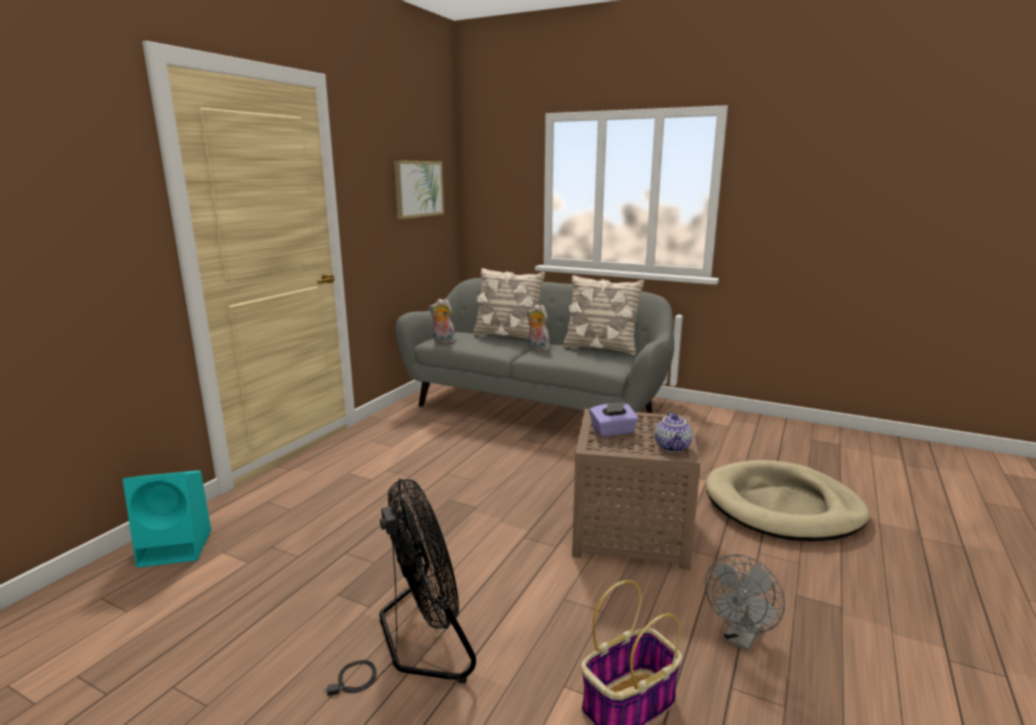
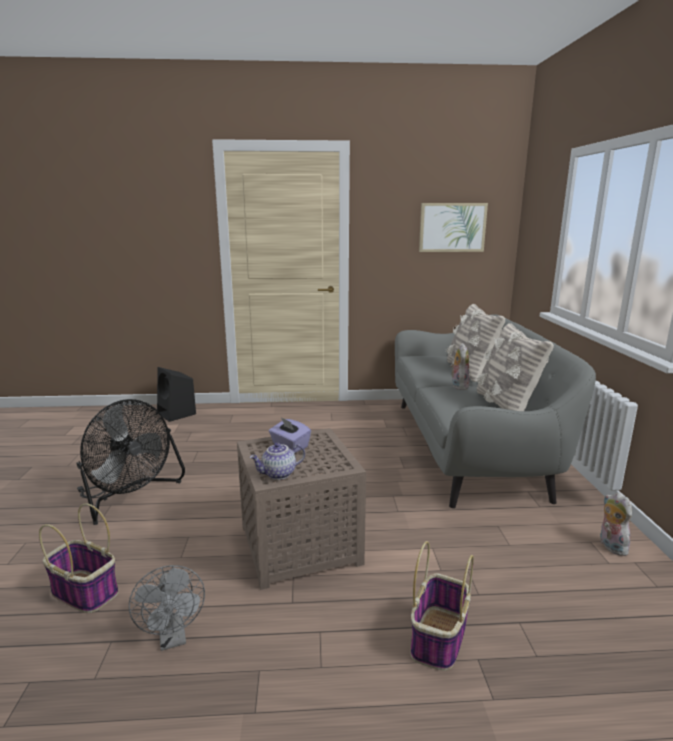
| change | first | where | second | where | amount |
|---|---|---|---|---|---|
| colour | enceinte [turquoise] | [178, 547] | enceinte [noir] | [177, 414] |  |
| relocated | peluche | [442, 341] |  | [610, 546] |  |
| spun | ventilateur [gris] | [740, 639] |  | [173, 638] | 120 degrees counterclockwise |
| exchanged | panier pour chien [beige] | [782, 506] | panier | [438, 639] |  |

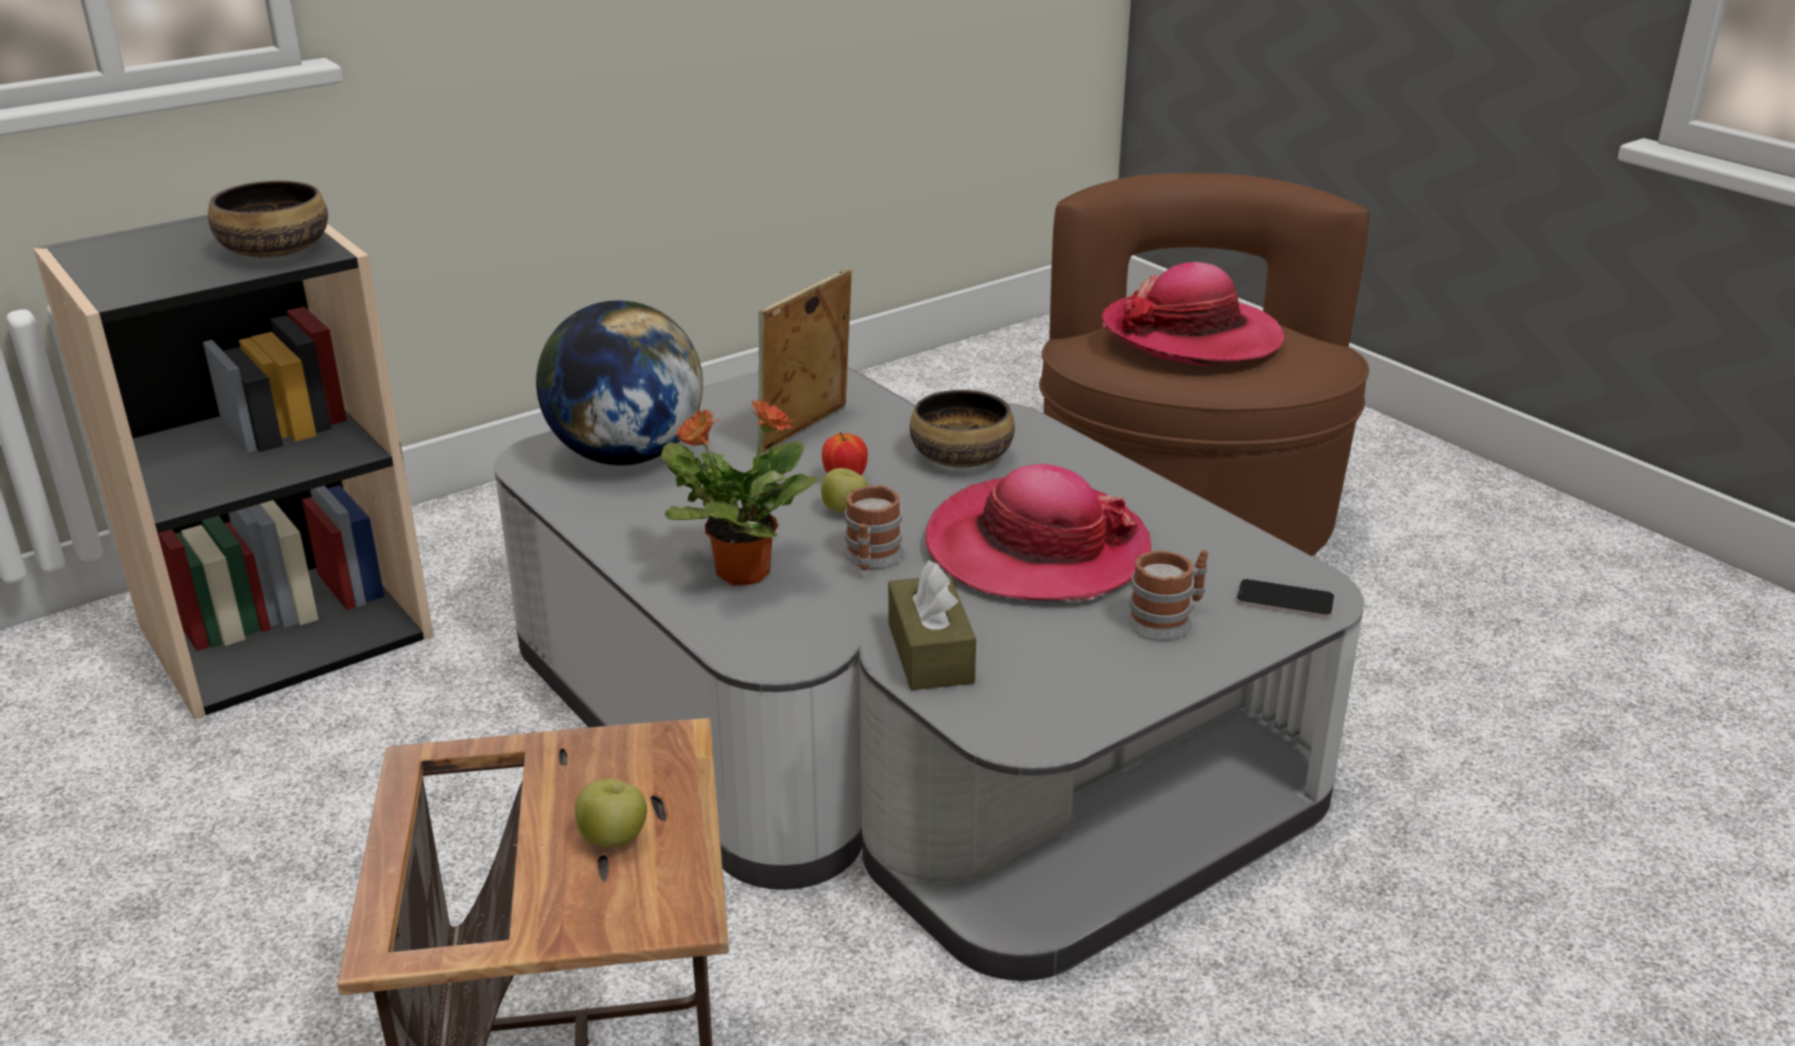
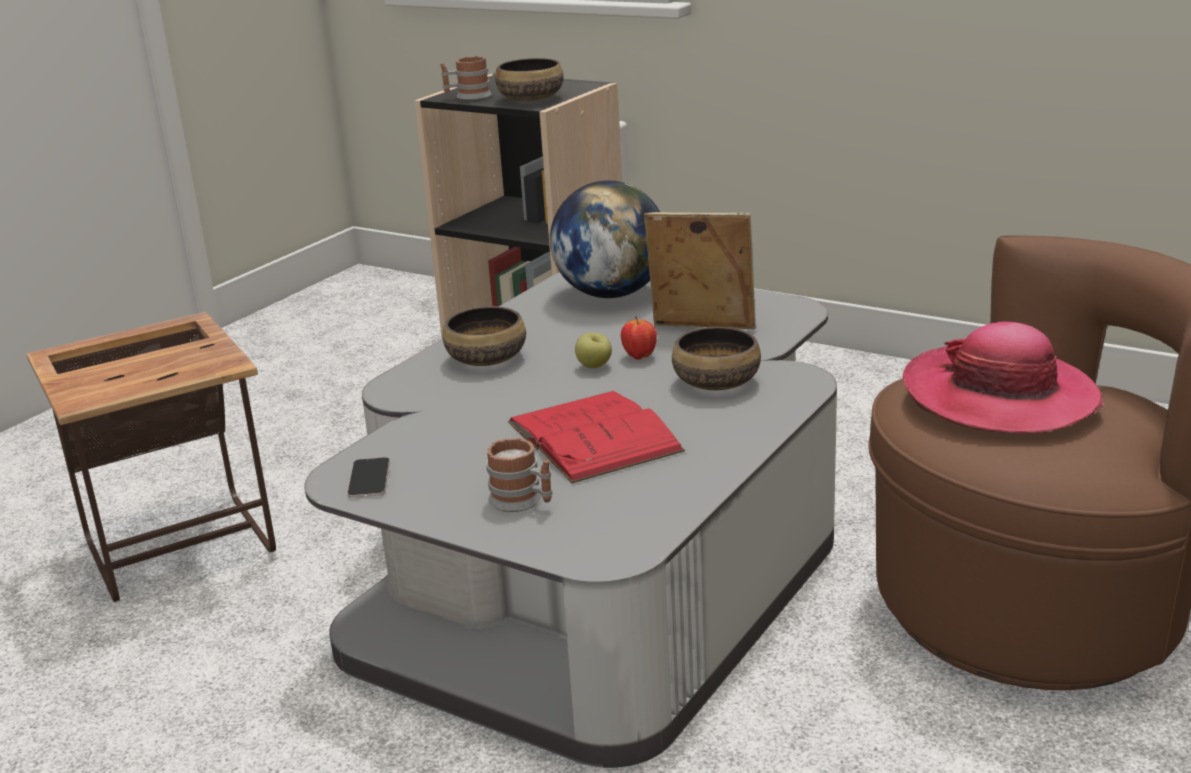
| change | first | where | second | where | amount |
|---|---|---|---|---|---|
| missing | pomme | [614, 839] |  |  |  |
| exchanged | plante en pot | [740, 572] | bol | [487, 359] |  |
| relocated | mug | [871, 560] |  | [467, 97] |  |
| missing | boîte à mouchoirs [marron] | [930, 653] |  |  |  |
| exchanged | chapeau | [1037, 549] | livre [rouge] | [593, 436] |  |
| relocated | téléphone | [1285, 600] |  | [369, 479] |  |

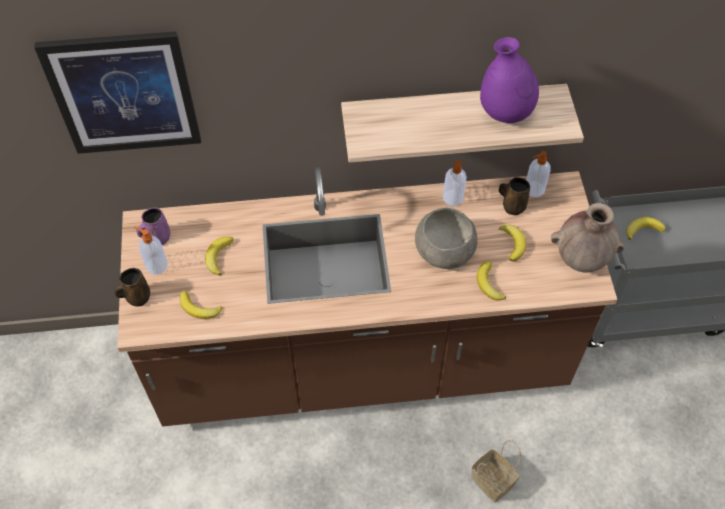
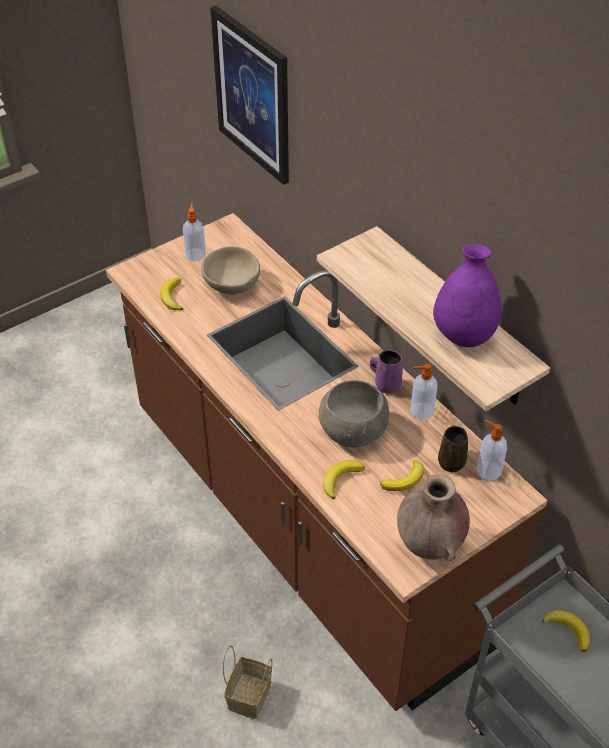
| change | first | where | second | where | amount |
|---|---|---|---|---|---|
| missing | mug [marron] | [137, 297] |  |  |  |
| relocated | mug [violet] | [157, 237] |  | [386, 384] |  |
| exchanged | banane | [218, 256] | bol [beige] | [231, 285] |  |

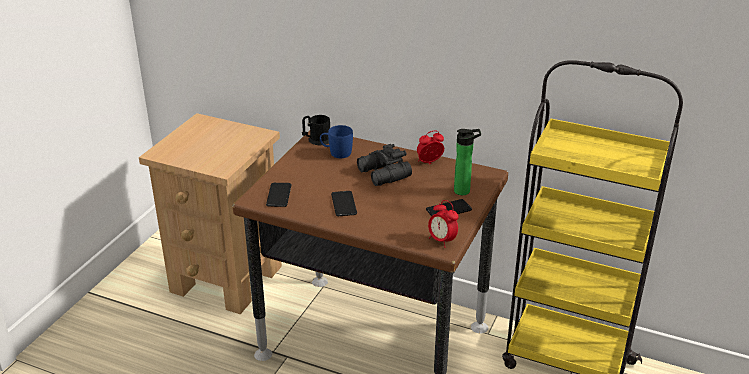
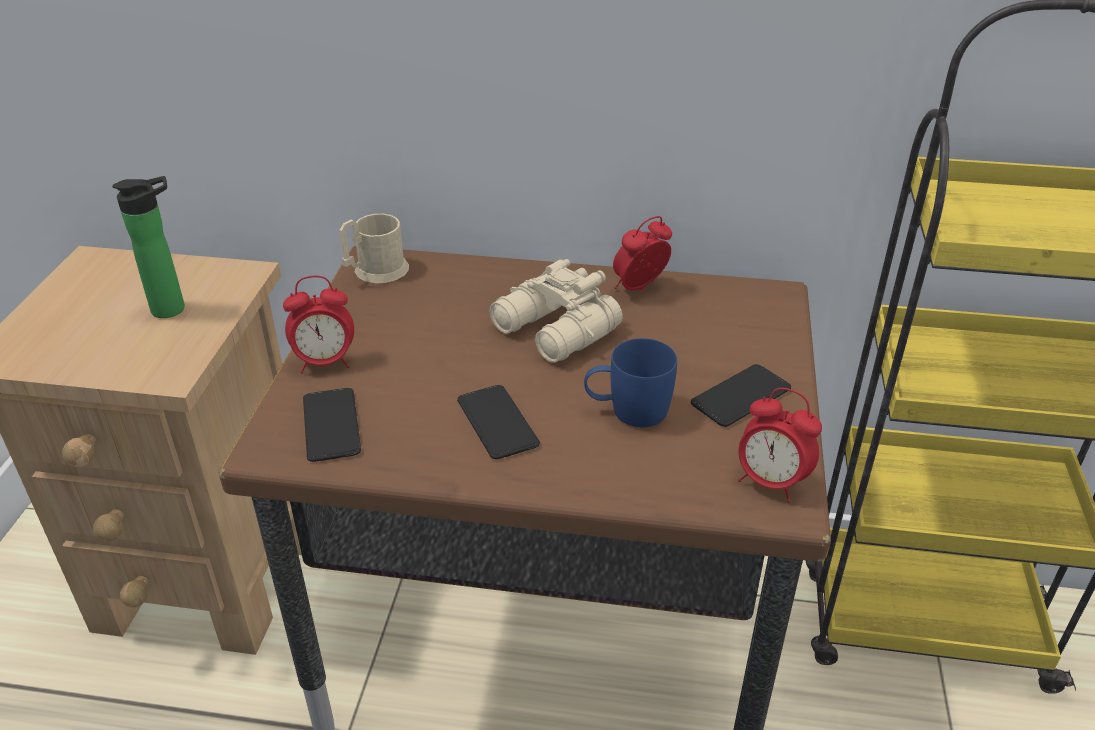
| change | first | where | second | where | amount |
|---|---|---|---|---|---|
| colour | mug [noir] | [317, 140] | mug [beige] | [375, 271] |  |
| relocated | mug [bleu] | [336, 152] |  | [627, 411] |  |
| colour | jumelles [noir] | [383, 174] | jumelles [beige] | [555, 332] |  |
| relocated | bouteille | [464, 191] |  | [174, 308] |  |
| appeared |  |  | réveil | [325, 362] |  |

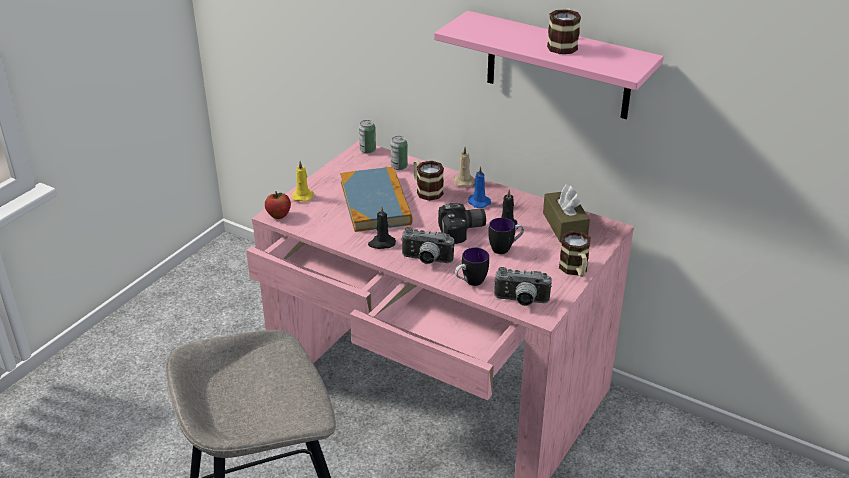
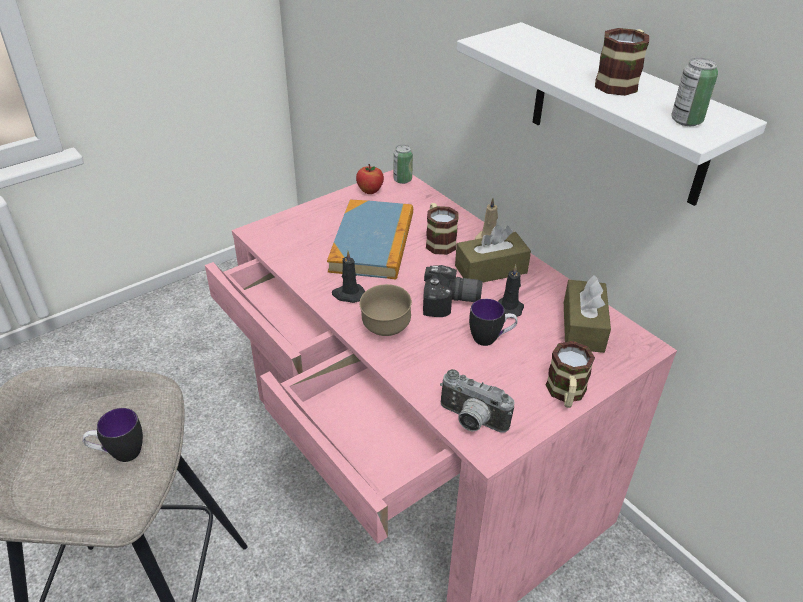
| change | first | where | second | where | amount |
|---|---|---|---|---|---|
| relocated | pomme | [278, 216] |  | [370, 191] |  |
| missing | bougie [jaune] | [303, 196] |  |  |  |
| relocated | boîte métallique | [399, 167] |  | [686, 121] |  |
| exchanged | appareil photo | [426, 261] | bol [marron] | [385, 330] |  |
| colour | étagère [rose] | [558, 66] | étagère [blanc] | [618, 114] |  |
| relocated | mug | [470, 282] |  | [119, 454] |  |
| exchanged | bougie [bleu] | [478, 202] | boîte à mouchoirs [marron] | [491, 269] |  |

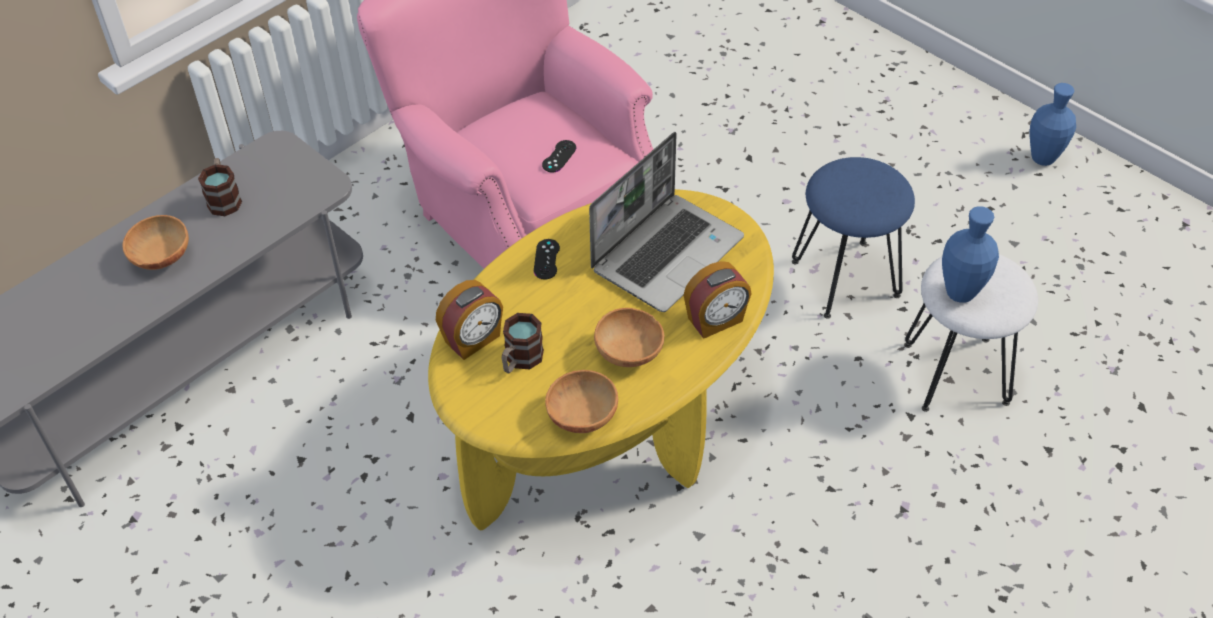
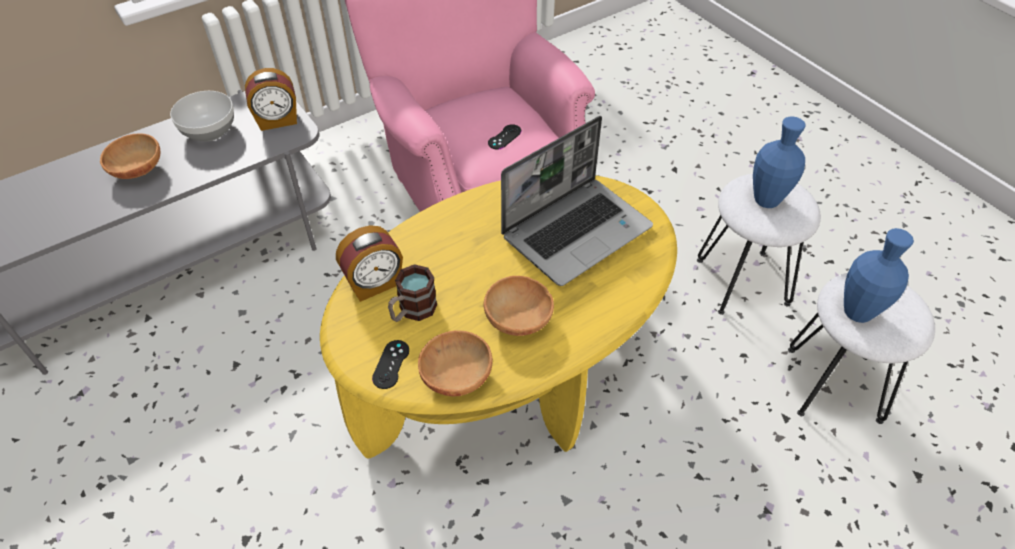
| change | first | where | second | where | amount |
|---|---|---|---|---|---|
| exchanged | mug | [224, 198] | bol | [209, 130] |  |
| relocated | manette [noir] | [546, 259] |  | [391, 364] |  |
| relocated | réveil | [716, 321] |  | [277, 121] |  |
| colour | tabouret [bleu] | [845, 277] | tabouret [blanc] | [742, 280] |  |
| relocated | vase [bleu] | [1043, 158] |  | [766, 200] |  |

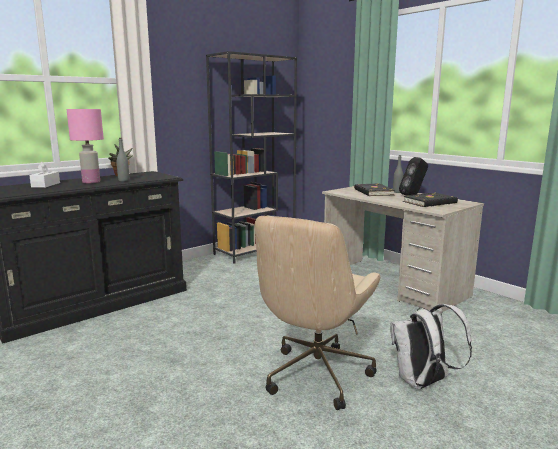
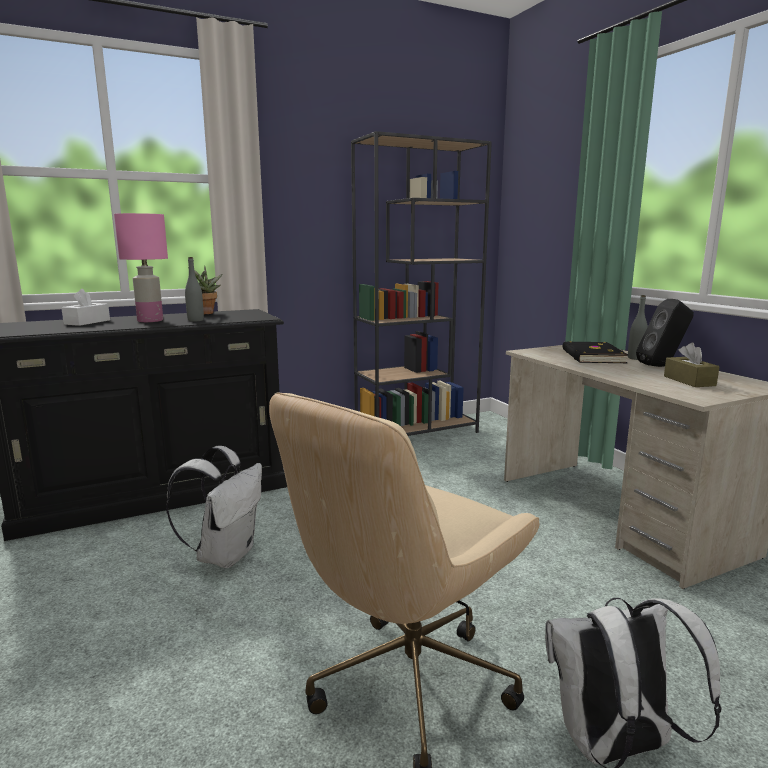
| change | first | where | second | where | amount |
|---|---|---|---|---|---|
| exchanged | livre [noir] | [430, 202] | boîte à mouchoirs [marron] | [689, 381] |  |
| appeared |  |  | sac à dos [blanc] | [225, 554] |  |

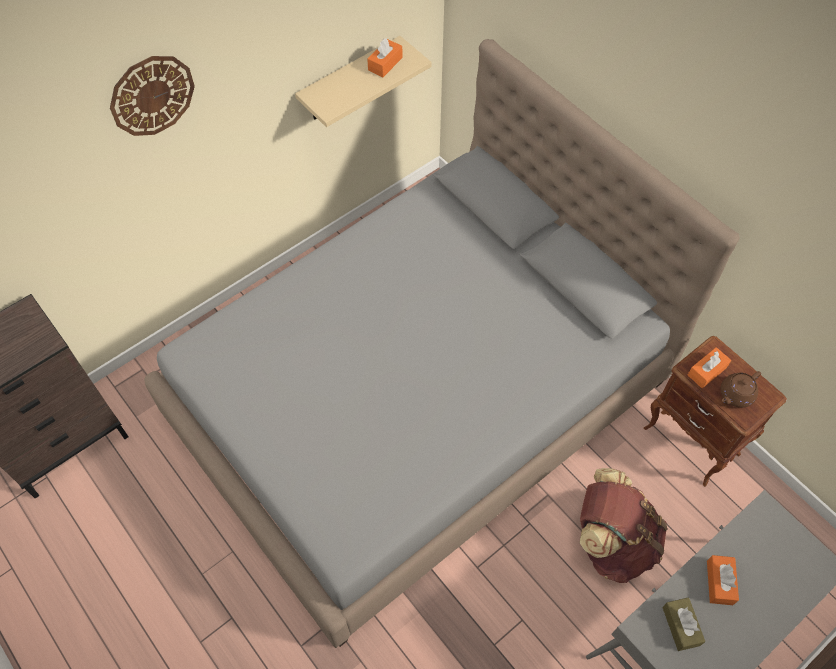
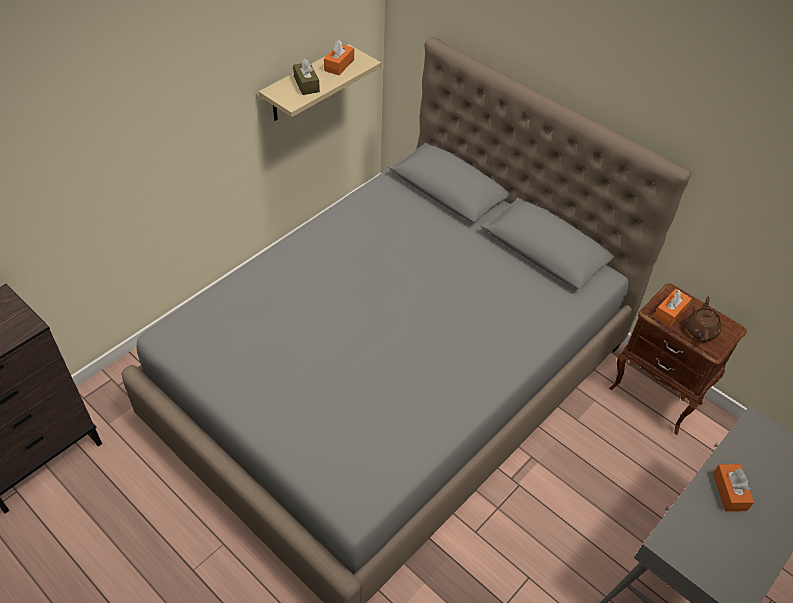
| change | first | where | second | where | amount |
|---|---|---|---|---|---|
| missing | horloge murale | [152, 95] |  |  |  |
| missing | sac à dos [marron] | [611, 540] |  |  |  |
| relocated | boîte à mouchoirs [marron] | [680, 626] |  | [306, 84] |  |
| spun | théière [marron] | [735, 395] |  | [700, 330] | 150 degrees clockwise |

